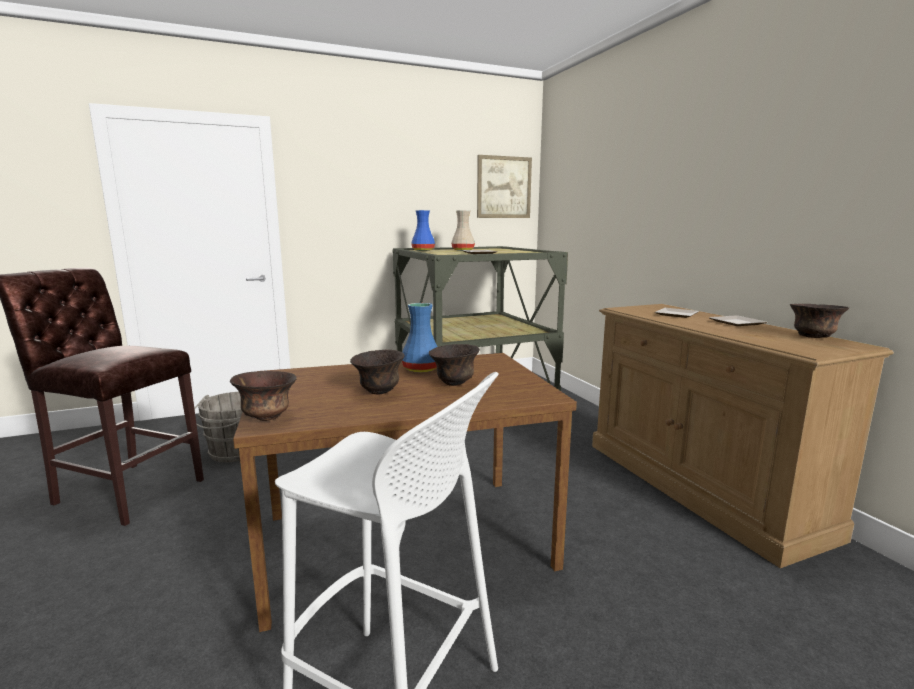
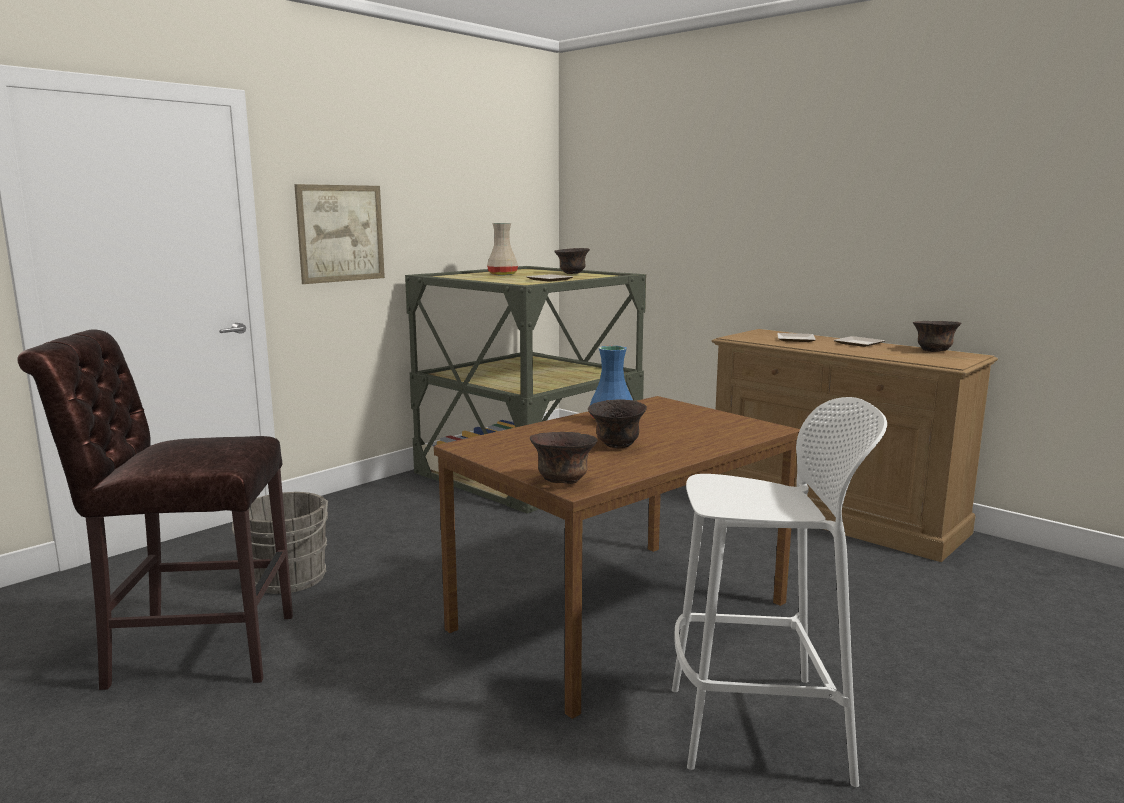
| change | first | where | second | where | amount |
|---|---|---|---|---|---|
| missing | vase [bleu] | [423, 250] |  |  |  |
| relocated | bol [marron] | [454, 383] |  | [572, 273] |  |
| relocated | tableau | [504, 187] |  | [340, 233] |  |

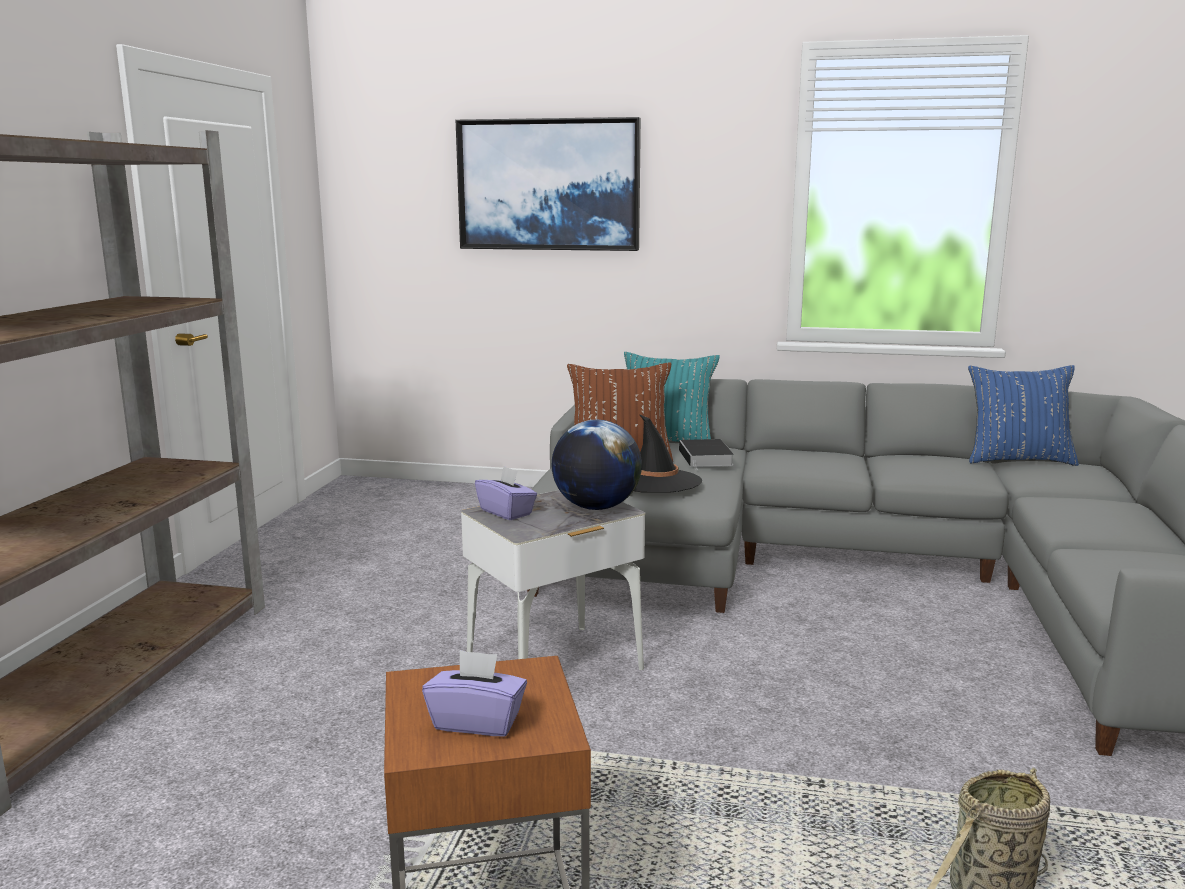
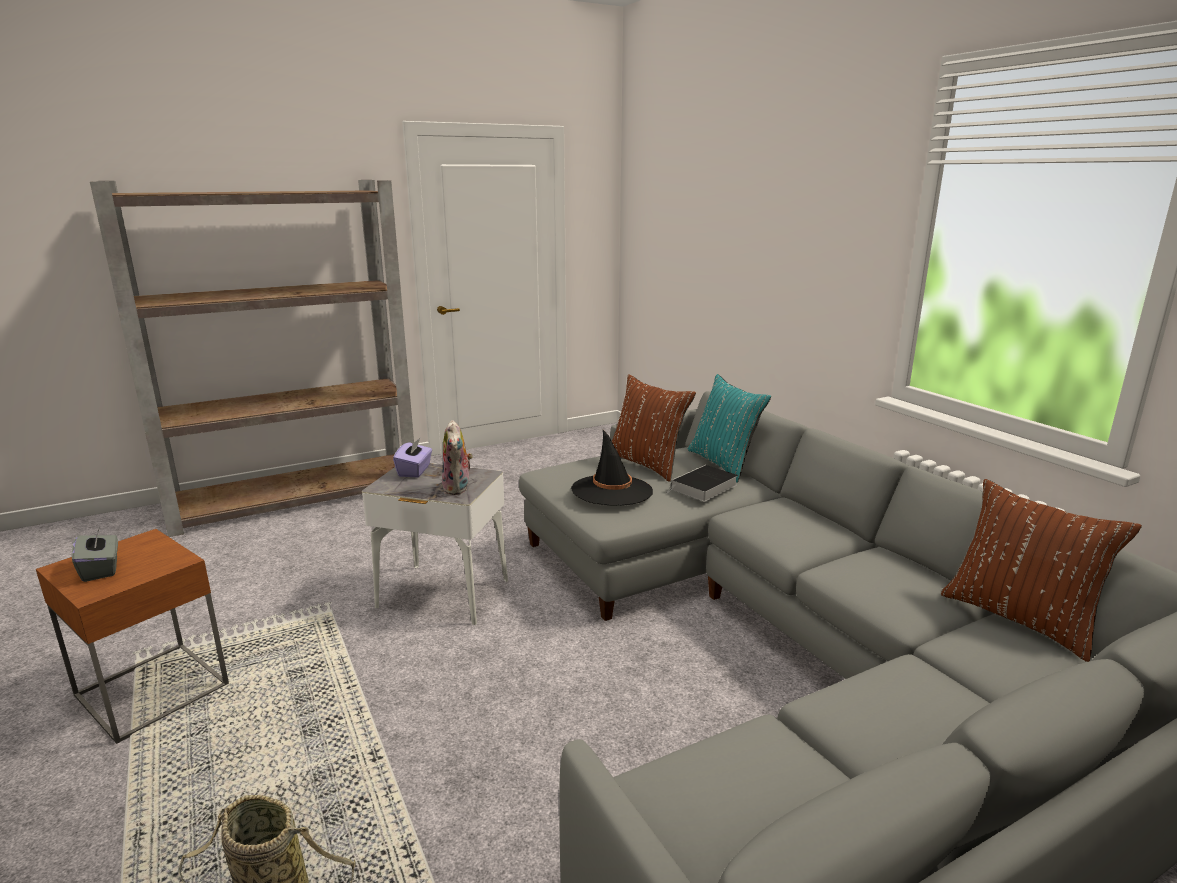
| change | first | where | second | where | amount |
|---|---|---|---|---|---|
| colour | boîte à mouchoirs [violet] | [477, 721] | boîte à mouchoirs [gris] | [101, 569] |  |
| missing | tableau | [549, 185] |  |  |  |
| exchanged | globe | [596, 507] | peluche | [458, 488] |  |
| colour | coussin [bleu] | [1016, 460] | coussin [marron] | [1020, 619] |  |

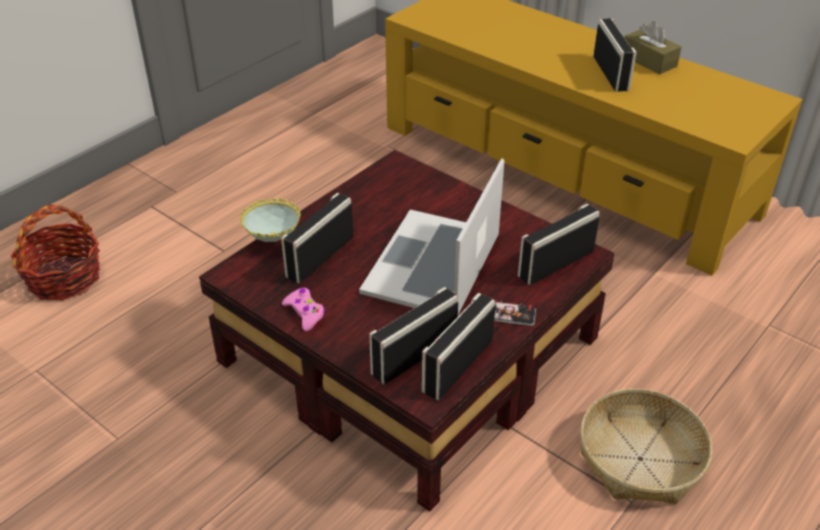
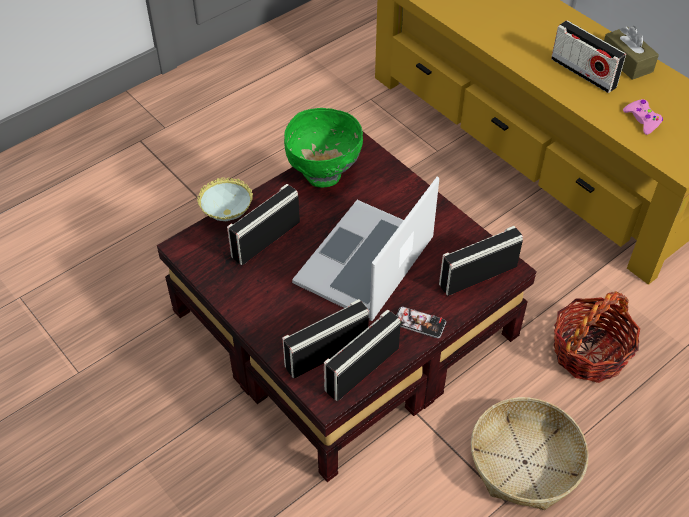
| change | first | where | second | where | amount |
|---|---|---|---|---|---|
| relocated | panier | [64, 278] |  | [589, 352] |  |
| relocated | manette [rose] | [305, 313] |  | [642, 120] |  |
| spun | radio | [611, 73] |  | [583, 73] | 135 degrees clockwise |
| appeared |  |  | bol [vert] | [323, 175] |  |

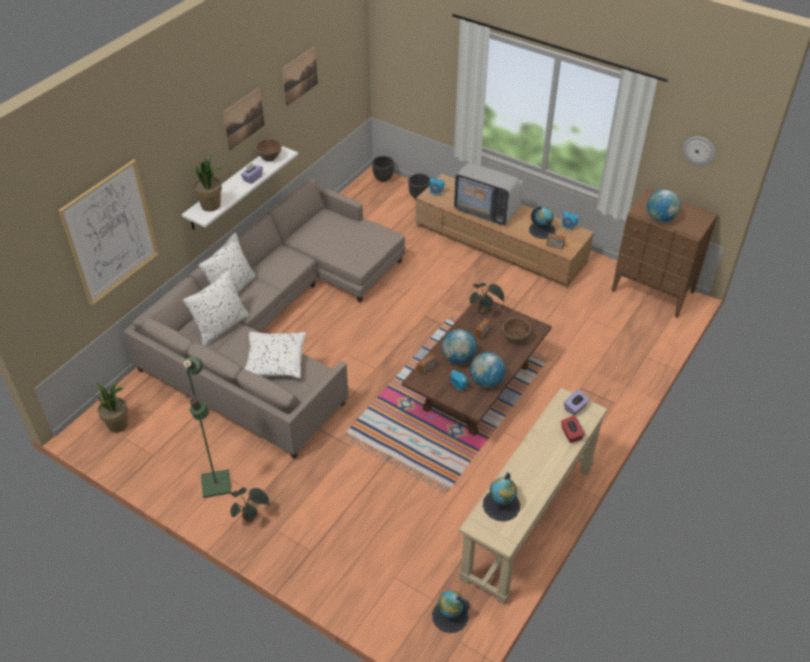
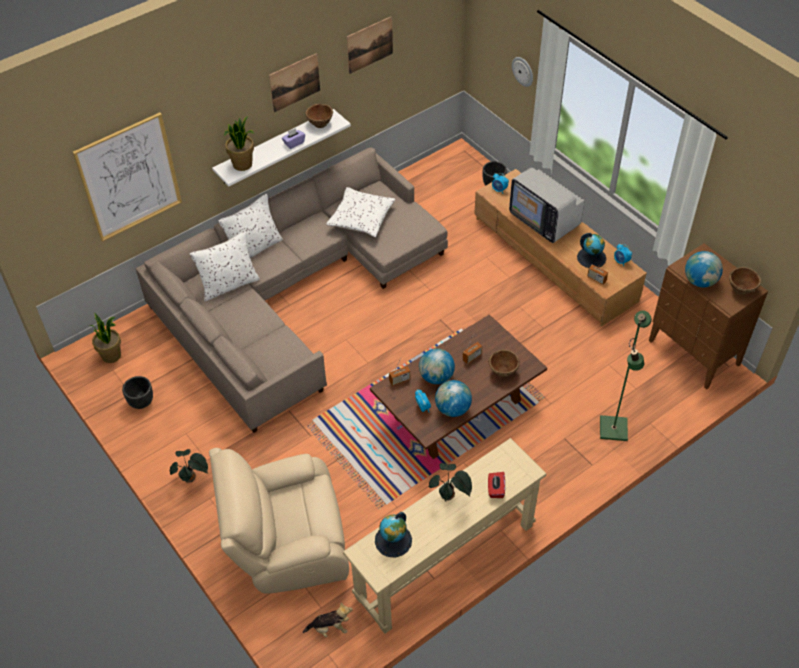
| change | first | where | second | where | amount |
|---|---|---|---|---|---|
| relocated | lampadaire [vert] | [216, 484] |  | [613, 429] |  |
| relocated | coussin [blanc] | [275, 362] |  | [361, 219] |  |
| relocated | cache-pot [noir] | [383, 178] |  | [141, 402] |  |
| exchanged | globe | [450, 616] | peluche | [330, 628] |  |
| relocated | plante en pot | [484, 311] |  | [449, 496] |  |
| missing | boîte à mouchoirs [violet] | [575, 408] |  |  |  |
| relocated | horloge murale | [699, 150] |  | [523, 71] |  |
| appeared |  |  | fauteuil [beige] | [287, 544] |  |
| appeared |  |  | bol [marron] | [741, 289] |  |

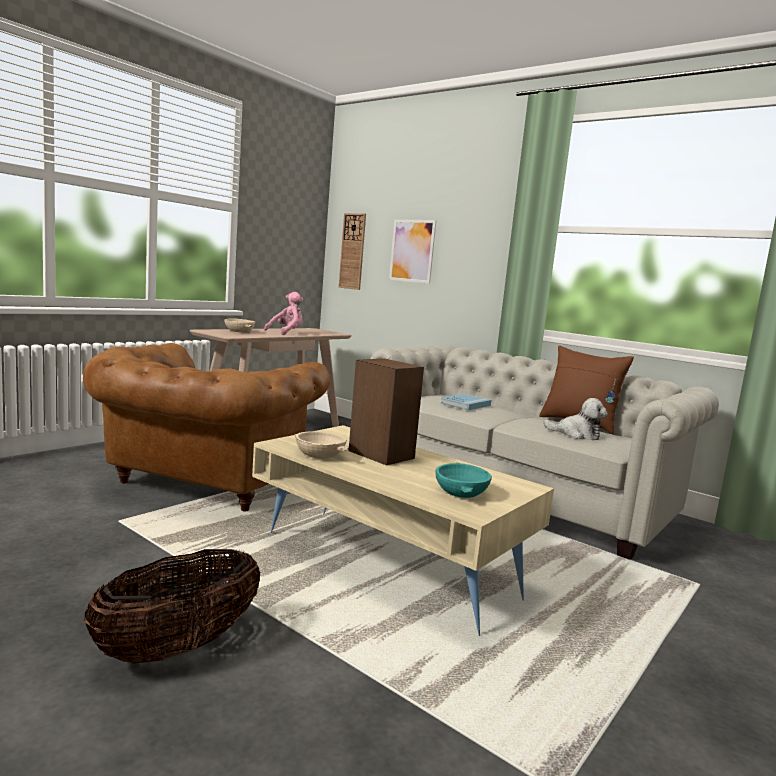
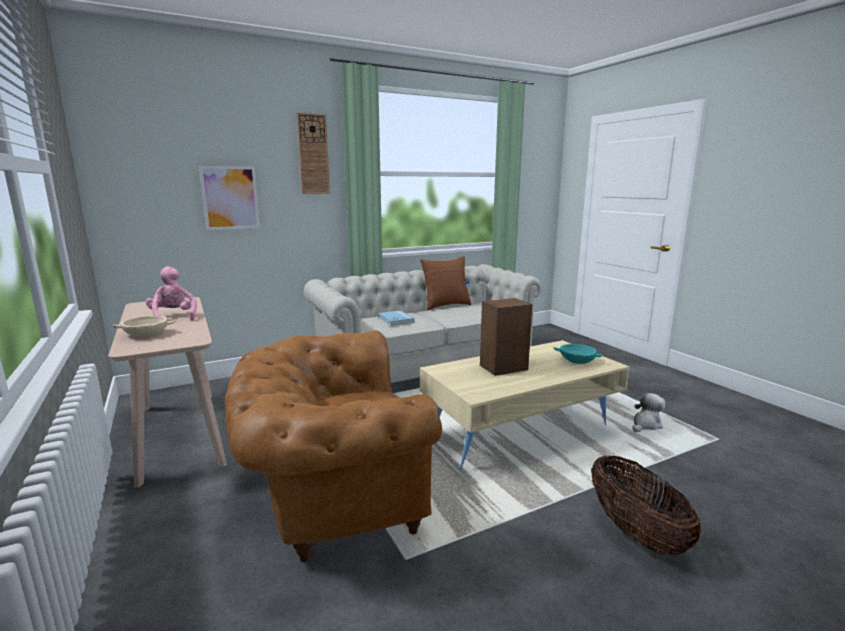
| change | first | where | second | where | amount |
|---|---|---|---|---|---|
| spun | fauteuil [marron] | [200, 487] |  | [332, 498] | 120 degrees clockwise |
| missing | bol [beige] | [319, 455] |  |  |  |
| relocated | horloge murale | [352, 251] |  | [313, 154] |  |
| relocated | peluche | [576, 434] |  | [646, 424] |  |

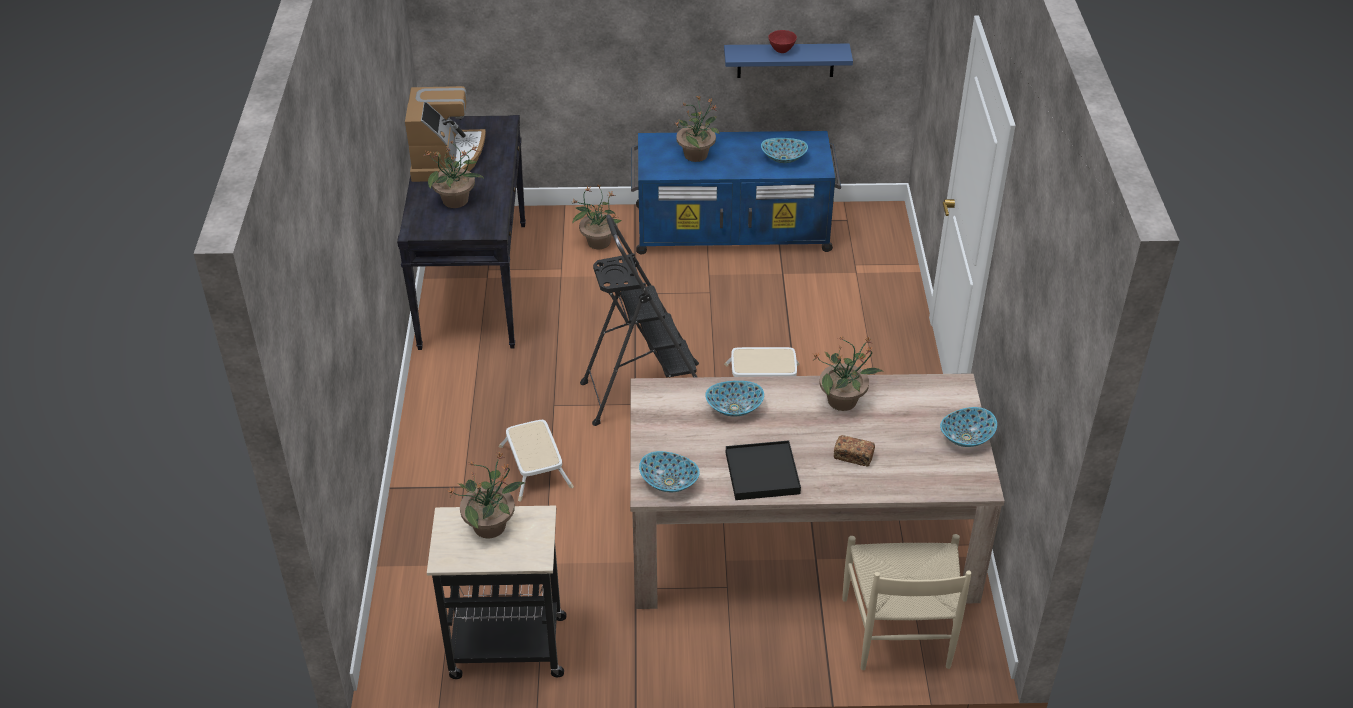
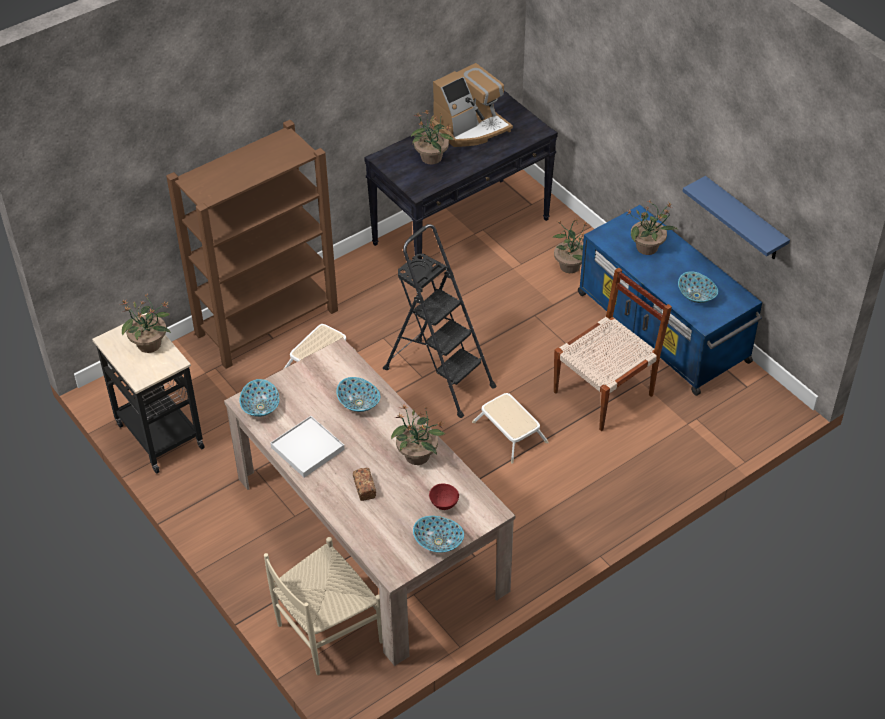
| change | first | where | second | where | amount |
|---|---|---|---|---|---|
| colour | plateau [noir] | [762, 473] | plateau [blanc] | [307, 448] |  |
| relocated | bol [rouge] | [781, 51] |  | [443, 505] |  |
| appeared |  |  | bibliothèque [marron] | [267, 322] |  |
| appeared |  |  | chaise | [605, 392] |  |

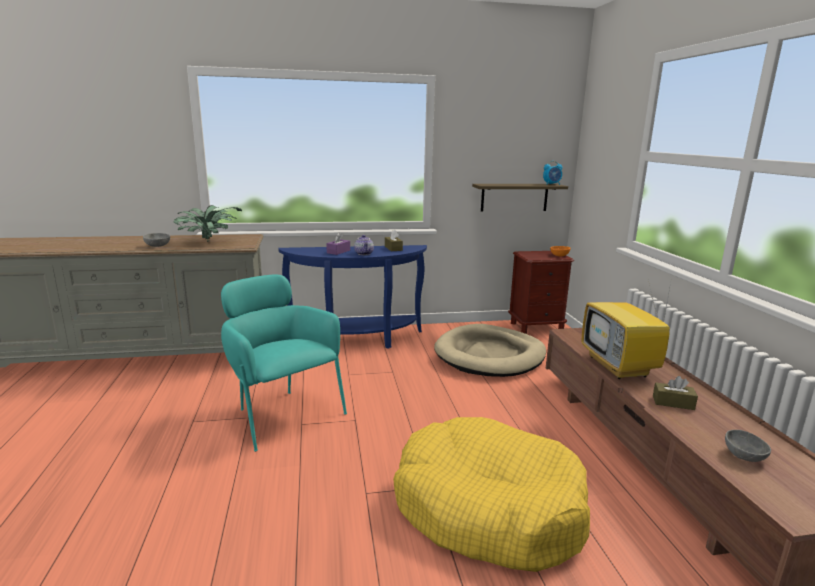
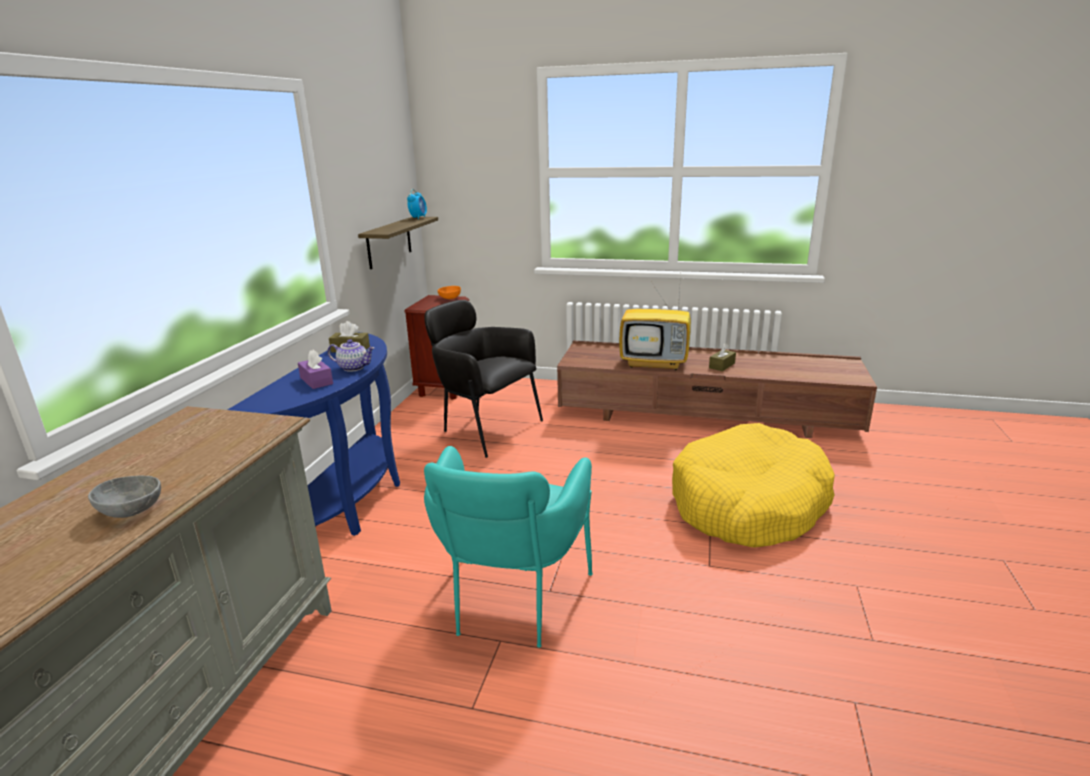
| change | first | where | second | where | amount |
|---|---|---|---|---|---|
| missing | plante en pot | [208, 242] |  |  |  |
| spun | fauteuil [turquoise] | [281, 413] |  | [511, 605] | 60 degrees counterclockwise |
| exchanged | panier pour chien [beige] | [490, 355] | fauteuil [noir] | [484, 429] |  |
| missing | bol [gris] | [745, 456] |  |  |  |

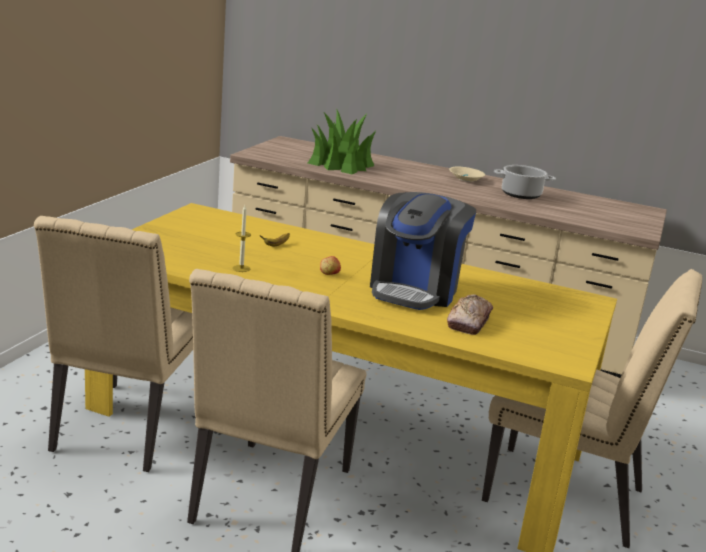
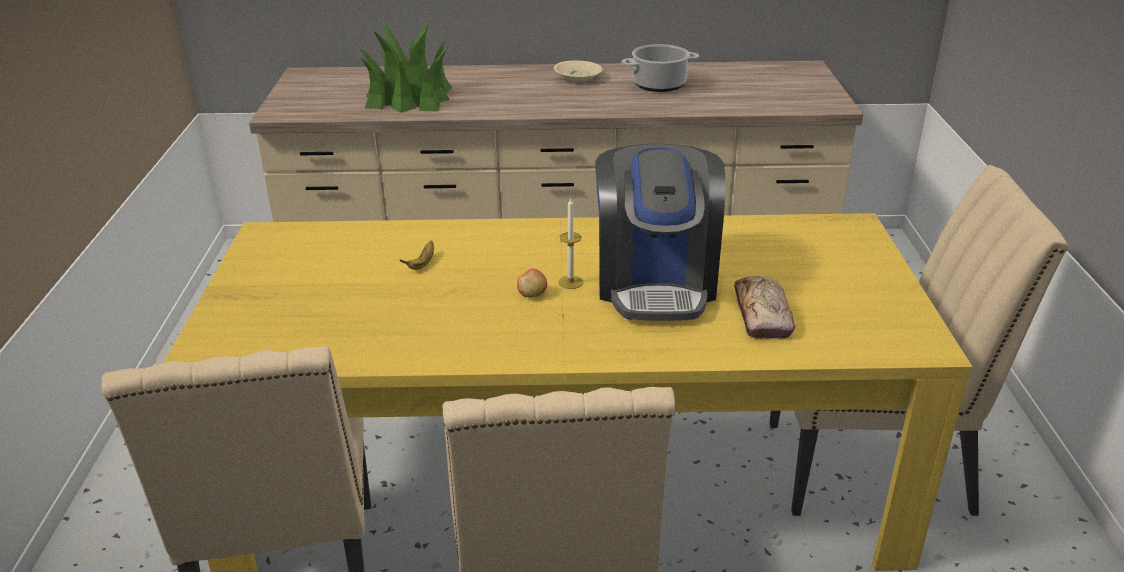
| change | first | where | second | where | amount |
|---|---|---|---|---|---|
| relocated | bougie | [241, 268] |  | [570, 282] |  |

